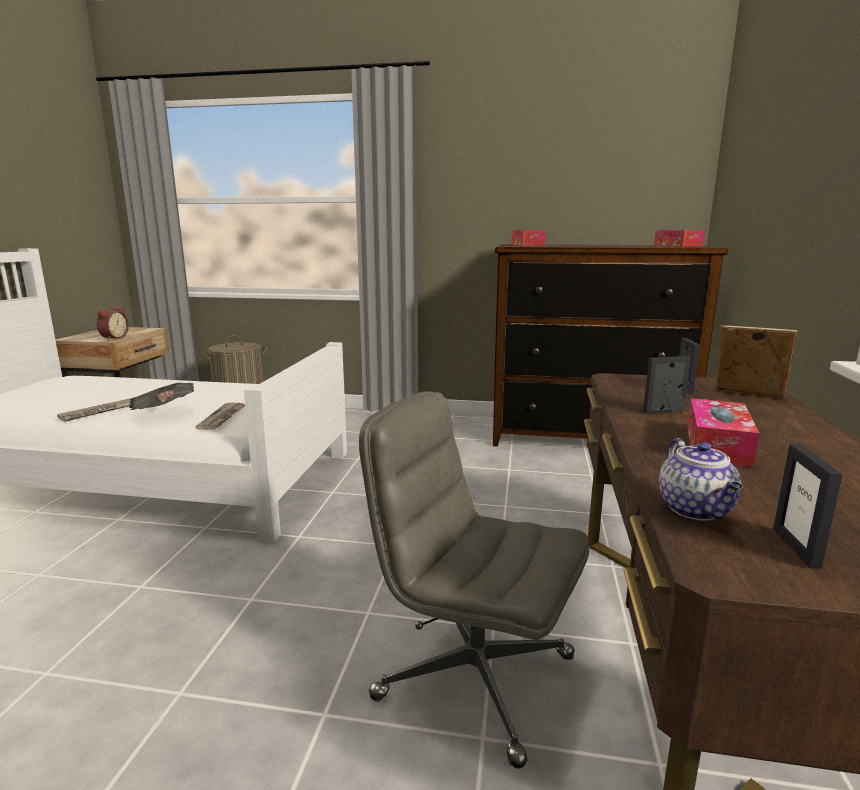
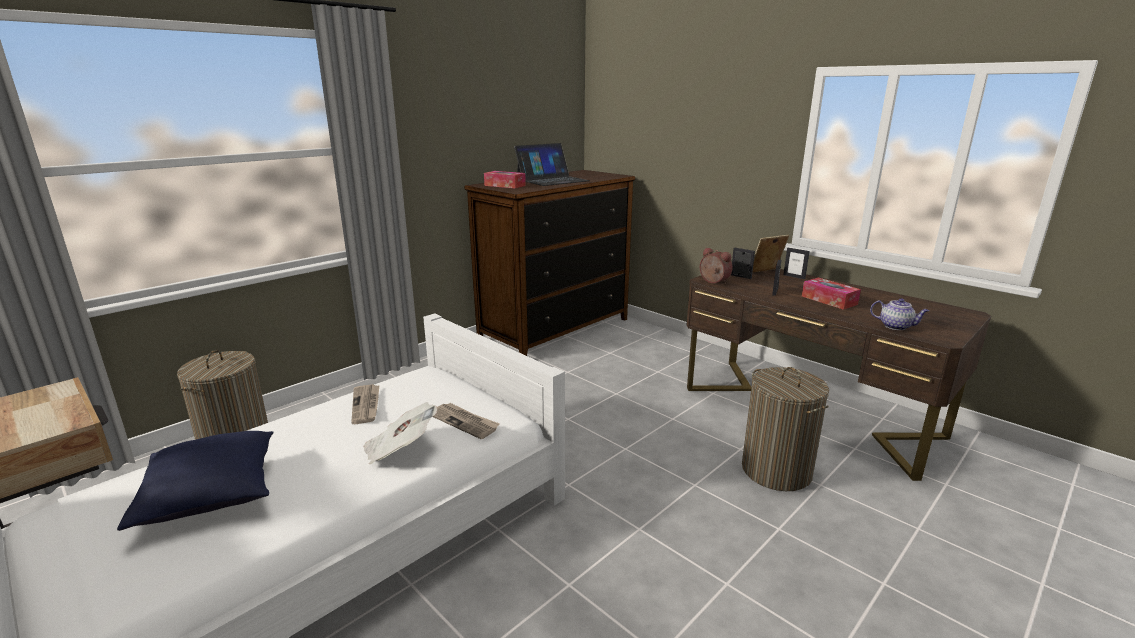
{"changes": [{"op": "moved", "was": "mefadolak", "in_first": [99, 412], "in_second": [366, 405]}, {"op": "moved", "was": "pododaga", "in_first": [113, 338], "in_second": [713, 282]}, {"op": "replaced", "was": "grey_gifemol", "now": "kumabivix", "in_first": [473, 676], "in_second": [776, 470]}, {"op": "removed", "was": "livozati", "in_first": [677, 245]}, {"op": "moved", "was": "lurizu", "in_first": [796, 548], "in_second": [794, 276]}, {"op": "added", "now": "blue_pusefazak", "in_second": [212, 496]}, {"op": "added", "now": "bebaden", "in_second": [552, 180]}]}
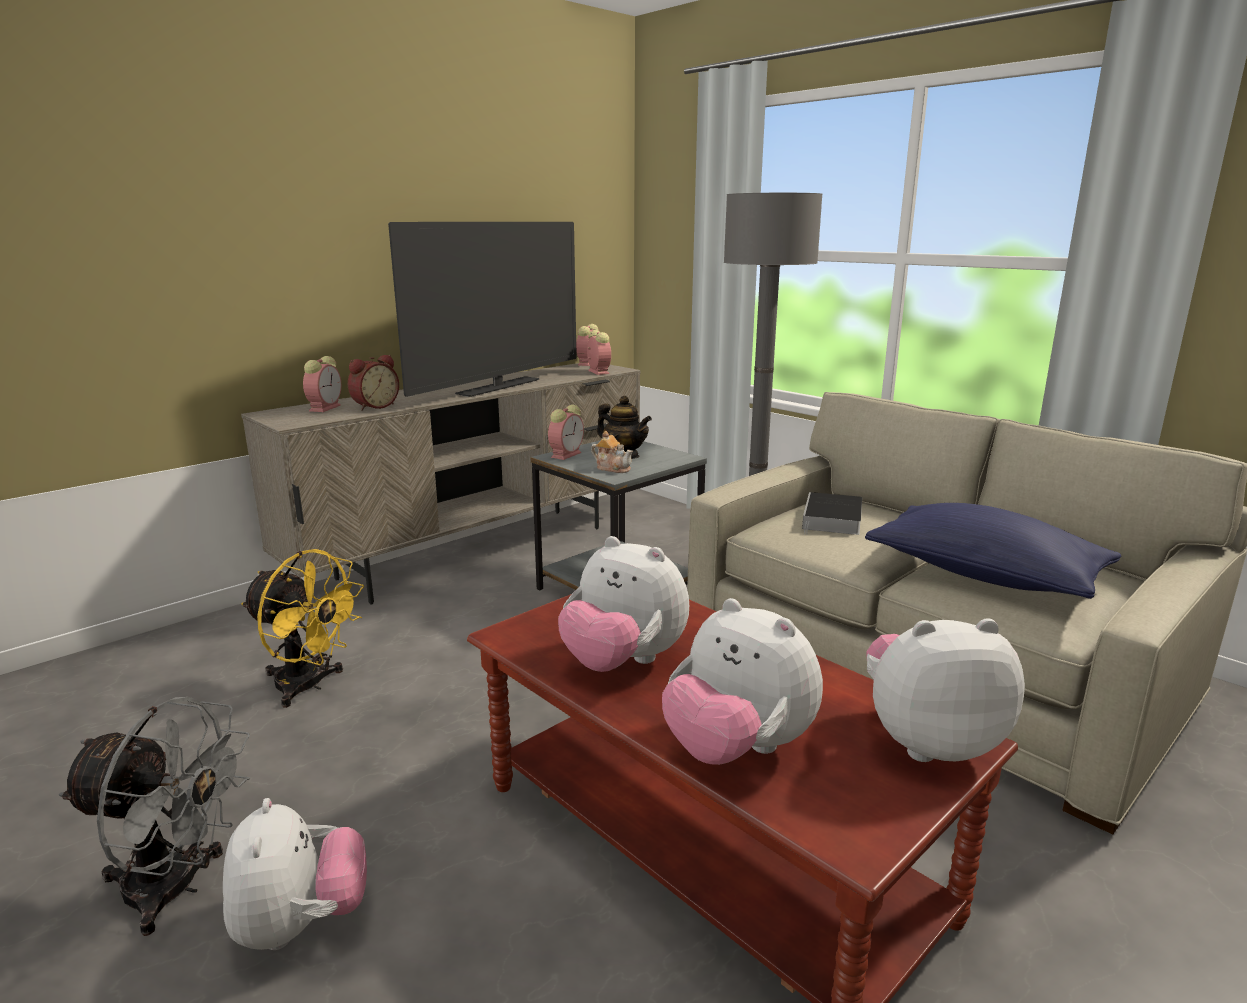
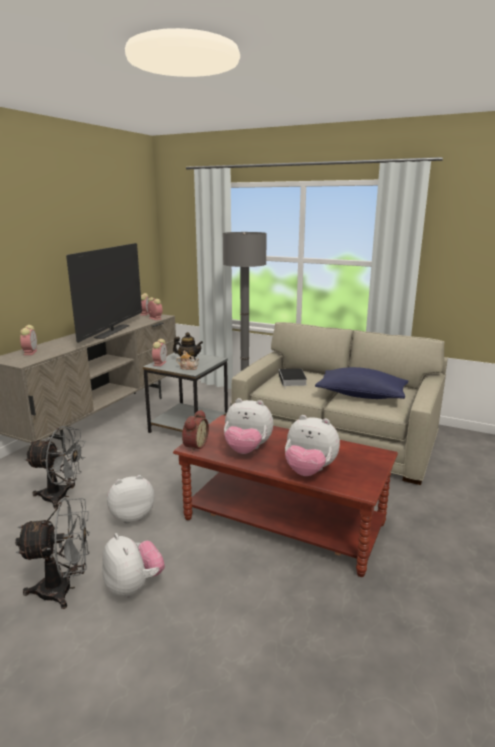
{"changes": [{"op": "recoloured", "was": "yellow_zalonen", "now": "grey_zalonen", "in_first": [309, 686], "in_second": [61, 496]}, {"op": "moved", "was": "pododaga", "in_first": [374, 406], "in_second": [194, 446]}, {"op": "moved", "was": "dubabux", "in_first": [928, 741], "in_second": [131, 516]}]}
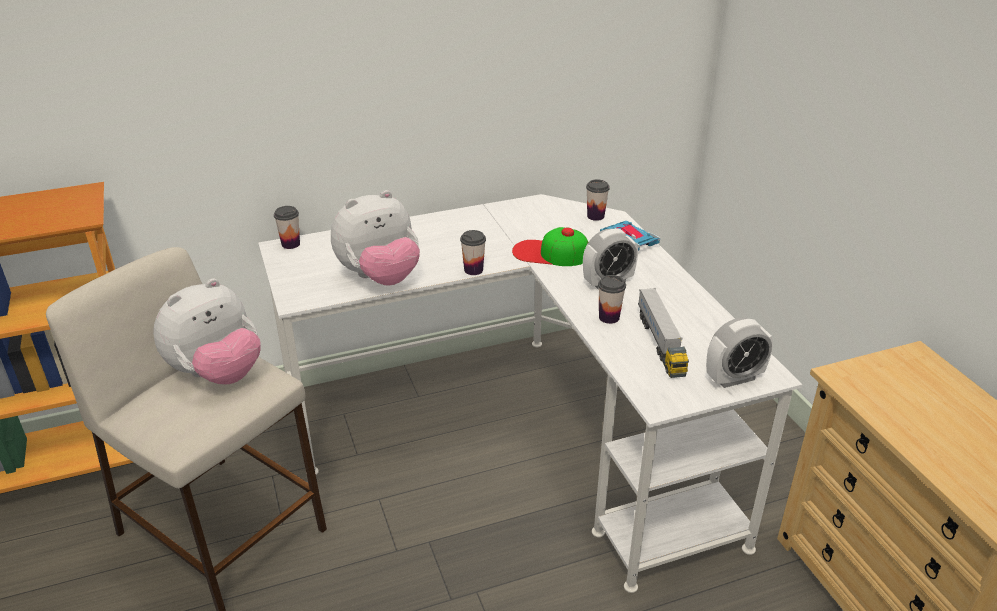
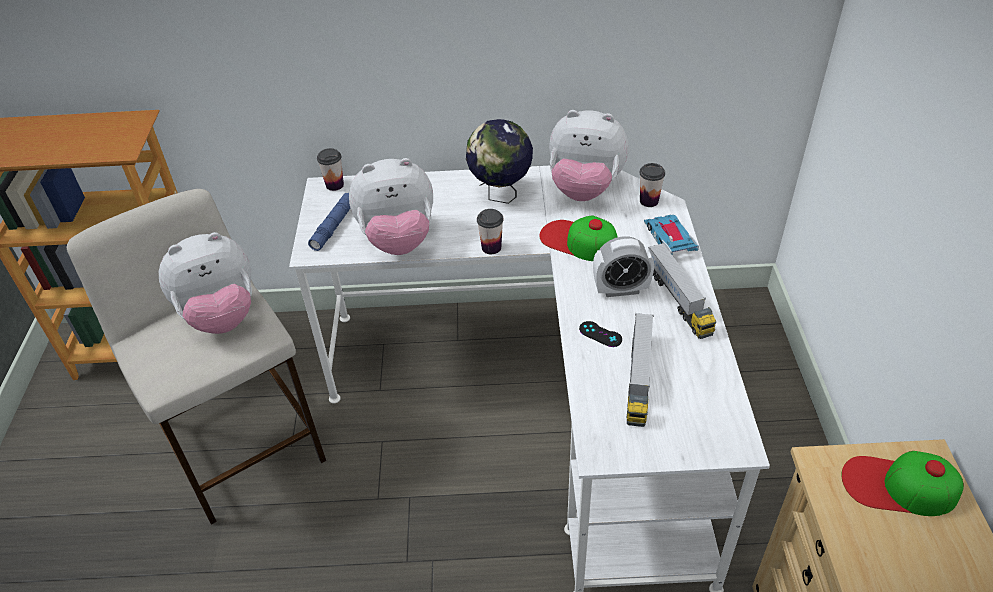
{"changes": [{"op": "replaced", "was": "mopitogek", "now": "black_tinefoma", "in_first": [609, 317], "in_second": [600, 334]}, {"op": "removed", "was": "pododaga", "in_first": [734, 378]}, {"op": "added", "now": "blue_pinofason", "in_second": [334, 226]}, {"op": "added", "now": "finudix", "in_second": [501, 195]}, {"op": "added", "now": "dubabux", "in_second": [584, 189]}, {"op": "added", "now": "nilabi", "in_second": [678, 300]}, {"op": "added", "now": "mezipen", "in_second": [898, 486]}]}
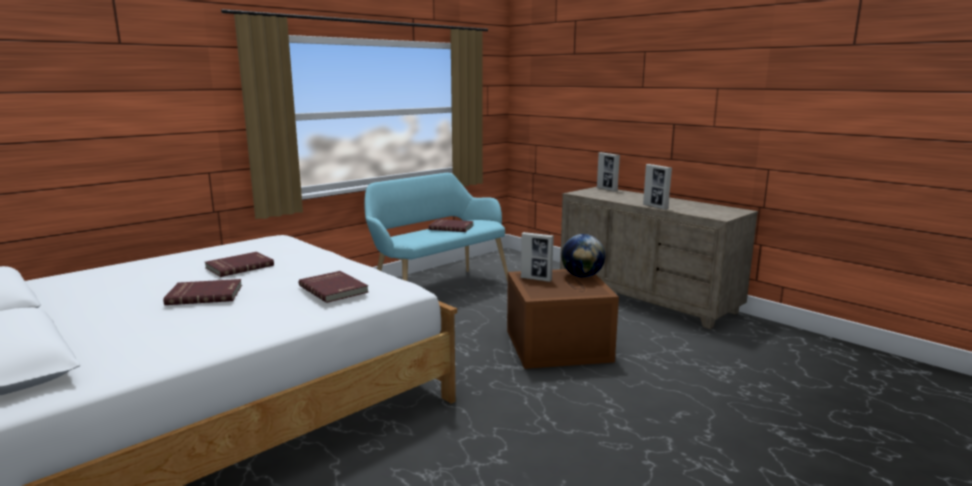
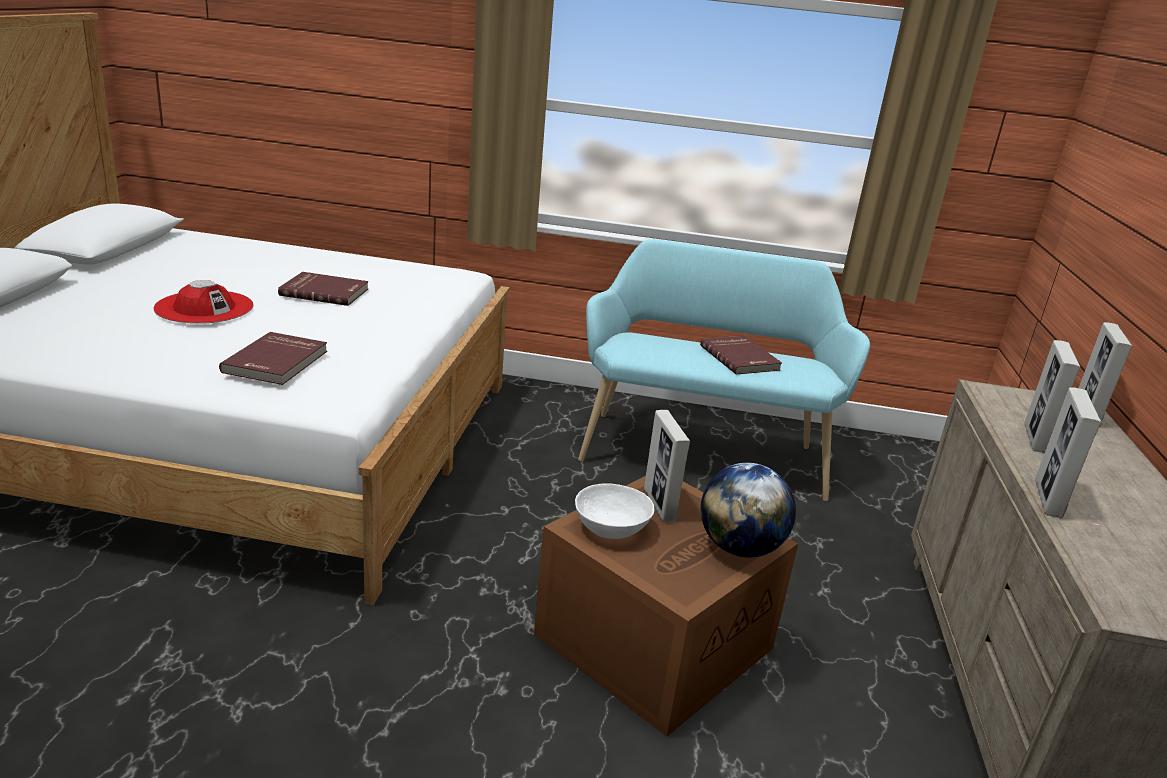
{"changes": [{"op": "replaced", "was": "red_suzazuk", "now": "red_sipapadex", "in_first": [205, 294], "in_second": [204, 307]}, {"op": "added", "now": "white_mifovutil", "in_second": [612, 528]}, {"op": "added", "now": "lurizu", "in_second": [1035, 438]}]}
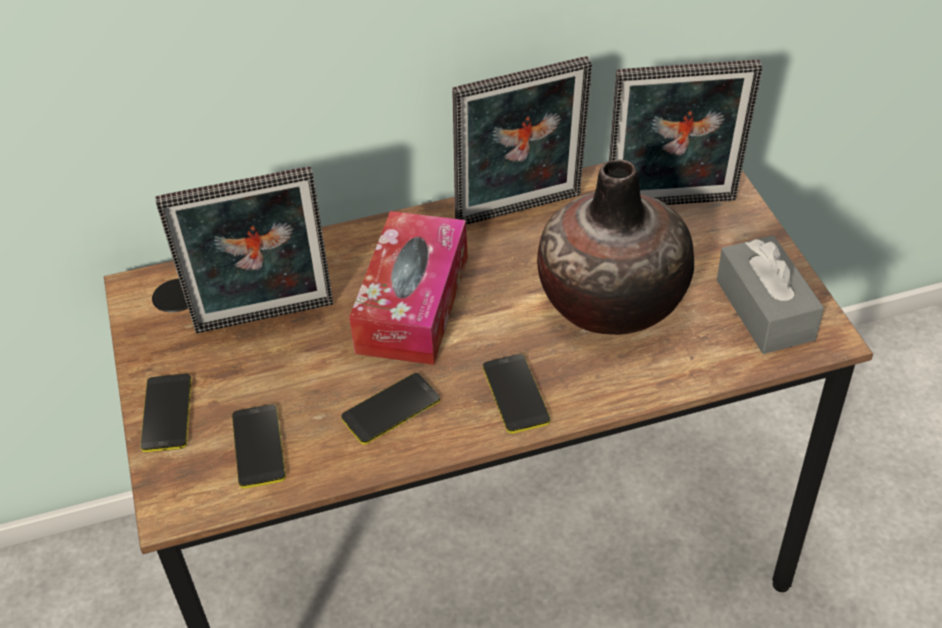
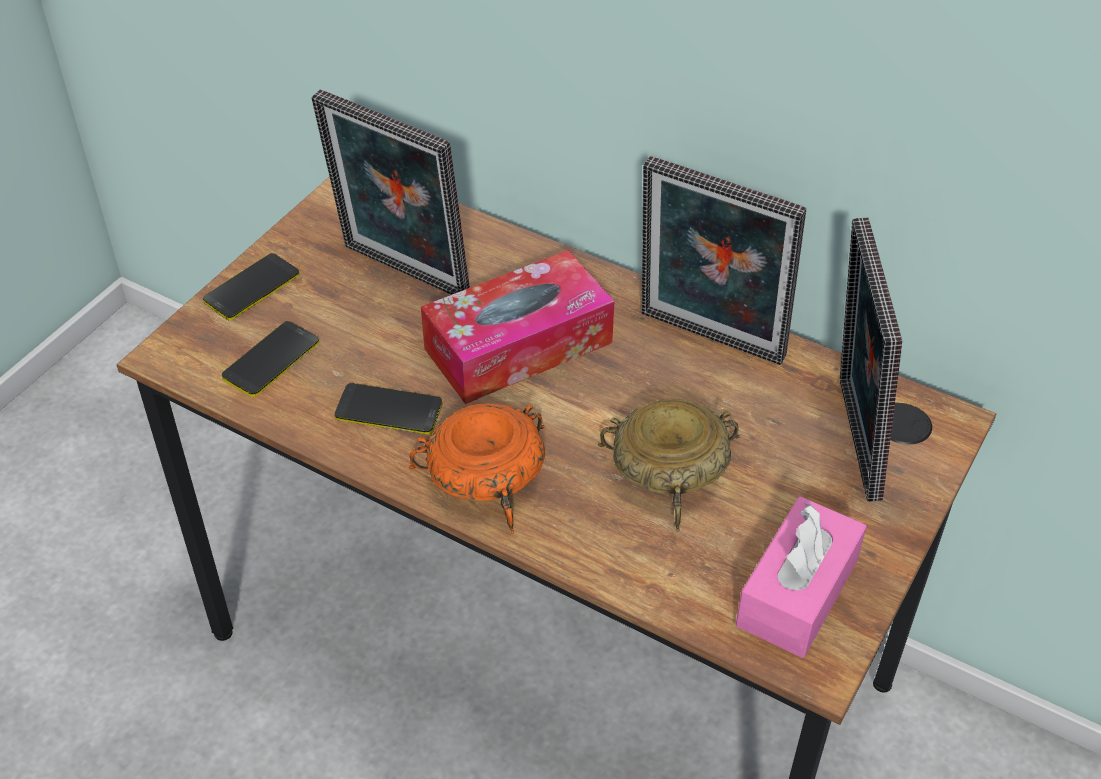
{"changes": [{"op": "replaced", "was": "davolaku", "now": "orange_mifovutil", "in_first": [516, 394], "in_second": [489, 477]}, {"op": "replaced", "was": "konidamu", "now": "beige_mifovutil", "in_first": [612, 302], "in_second": [672, 473]}, {"op": "turned", "was": "lurizu", "in_first": [672, 206], "in_second": [849, 438], "clockwise": 45}, {"op": "recoloured", "was": "grey_livozati", "now": "pink_livozati", "in_first": [765, 310], "in_second": [797, 593]}]}
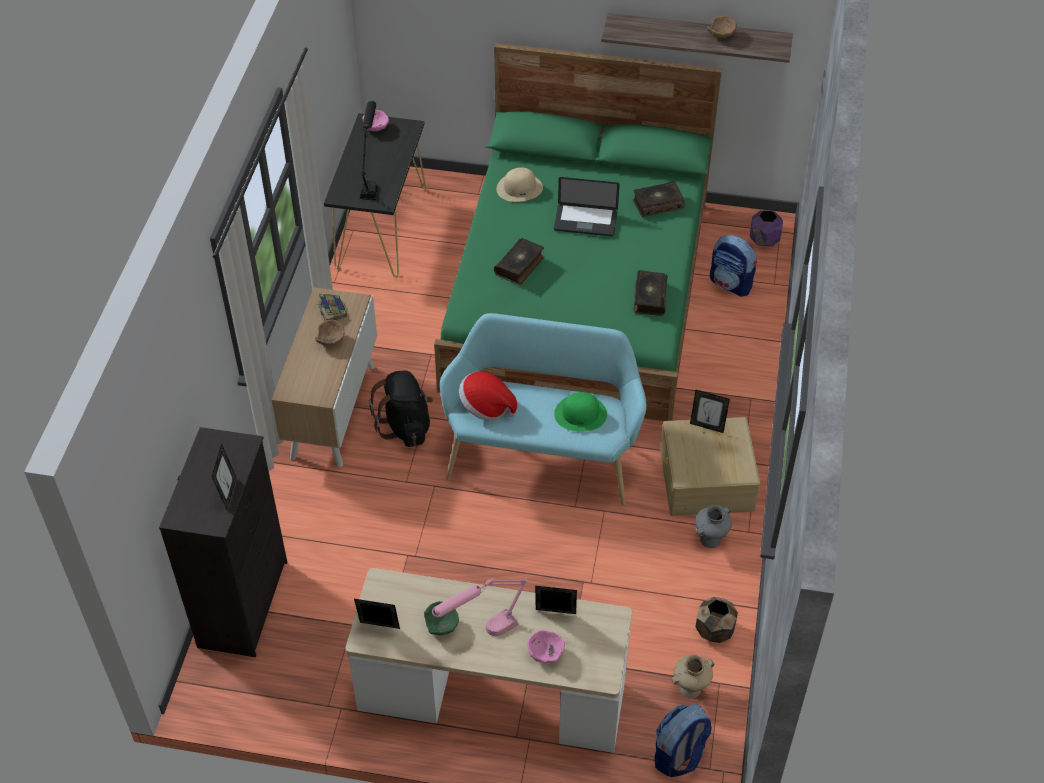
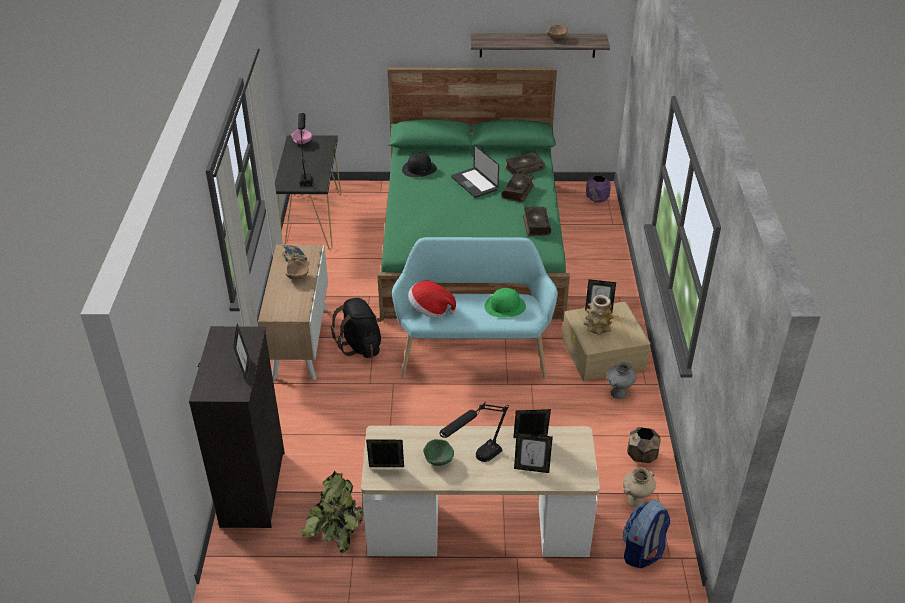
{"changes": [{"op": "recoloured", "was": "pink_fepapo", "now": "black_fepapo", "in_first": [482, 634], "in_second": [475, 462]}, {"op": "moved", "was": "suzazuk", "in_first": [520, 266], "in_second": [518, 191]}, {"op": "recoloured", "was": "beige_sipapadex", "now": "black_sipapadex", "in_first": [519, 188], "in_second": [419, 169]}, {"op": "replaced", "was": "pink_mifovutil", "now": "lurizu", "in_first": [546, 653], "in_second": [531, 468]}, {"op": "turned", "was": "bebaden", "in_first": [585, 221], "in_second": [474, 183], "clockwise": 60}, {"op": "removed", "was": "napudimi", "in_first": [731, 284]}, {"op": "added", "now": "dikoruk", "in_second": [336, 527]}, {"op": "added", "now": "konidamu", "in_second": [597, 328]}]}
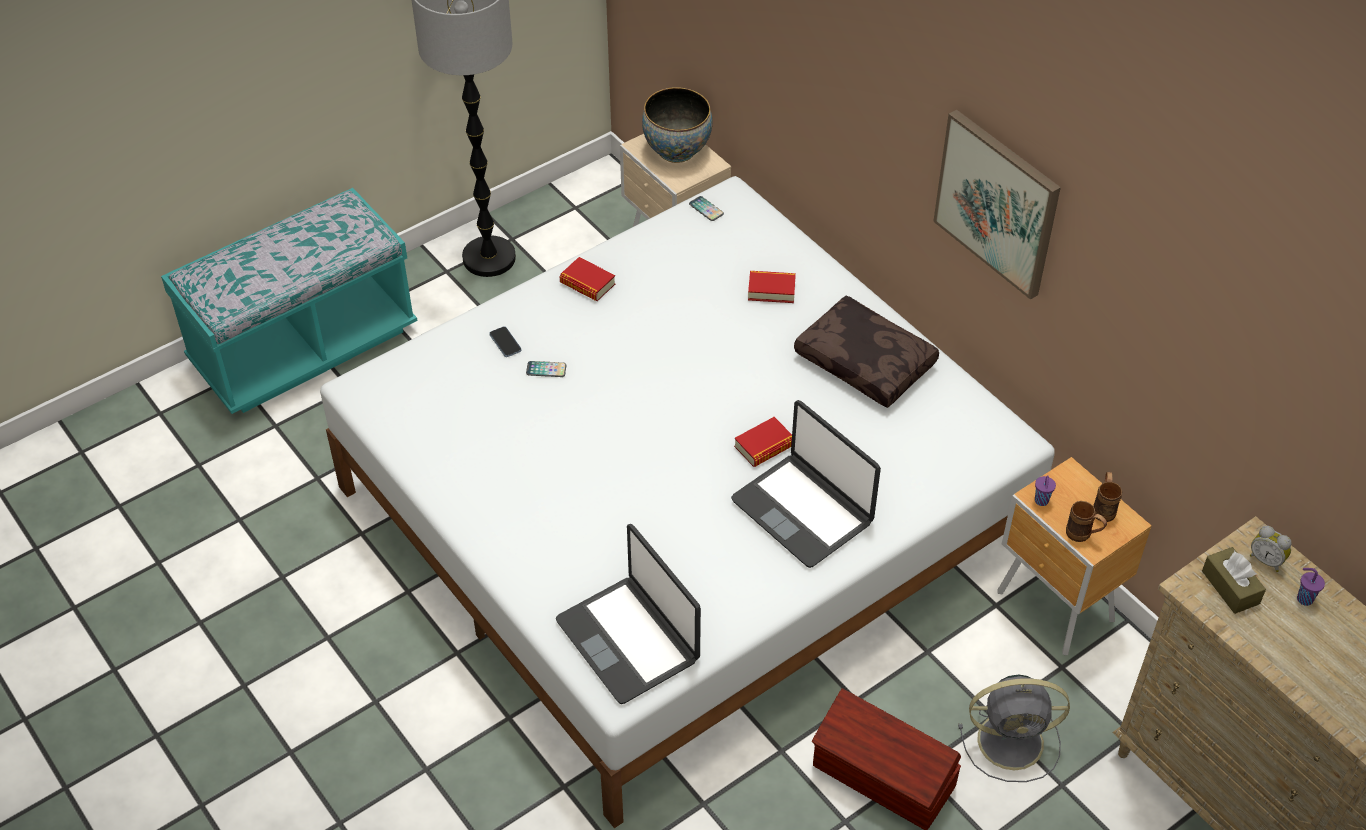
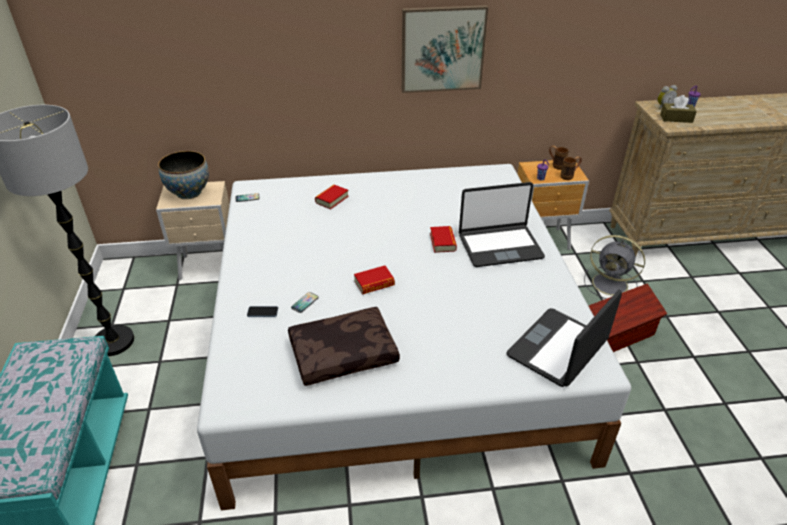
{"changes": [{"op": "turned", "was": "bebaden", "in_first": [629, 640], "in_second": [558, 349], "clockwise": 135}, {"op": "moved", "was": "suzazuk", "in_first": [587, 283], "in_second": [374, 283]}, {"op": "moved", "was": "brown_pusefazak", "in_first": [867, 361], "in_second": [343, 352]}, {"op": "turned", "was": "grey_zalonen", "in_first": [1013, 741], "in_second": [611, 284], "clockwise": 90}]}
